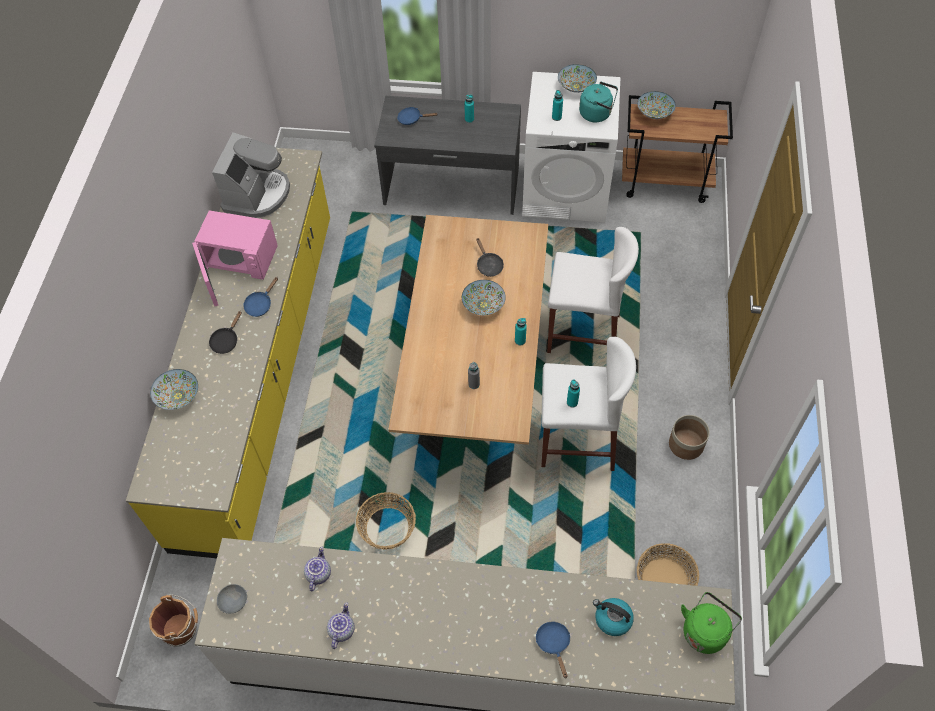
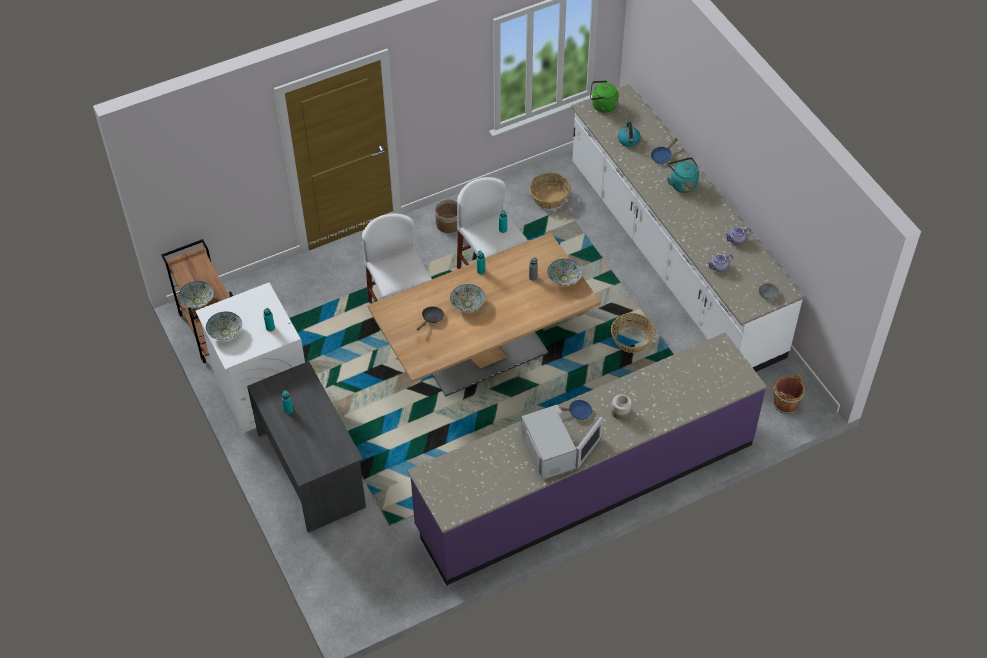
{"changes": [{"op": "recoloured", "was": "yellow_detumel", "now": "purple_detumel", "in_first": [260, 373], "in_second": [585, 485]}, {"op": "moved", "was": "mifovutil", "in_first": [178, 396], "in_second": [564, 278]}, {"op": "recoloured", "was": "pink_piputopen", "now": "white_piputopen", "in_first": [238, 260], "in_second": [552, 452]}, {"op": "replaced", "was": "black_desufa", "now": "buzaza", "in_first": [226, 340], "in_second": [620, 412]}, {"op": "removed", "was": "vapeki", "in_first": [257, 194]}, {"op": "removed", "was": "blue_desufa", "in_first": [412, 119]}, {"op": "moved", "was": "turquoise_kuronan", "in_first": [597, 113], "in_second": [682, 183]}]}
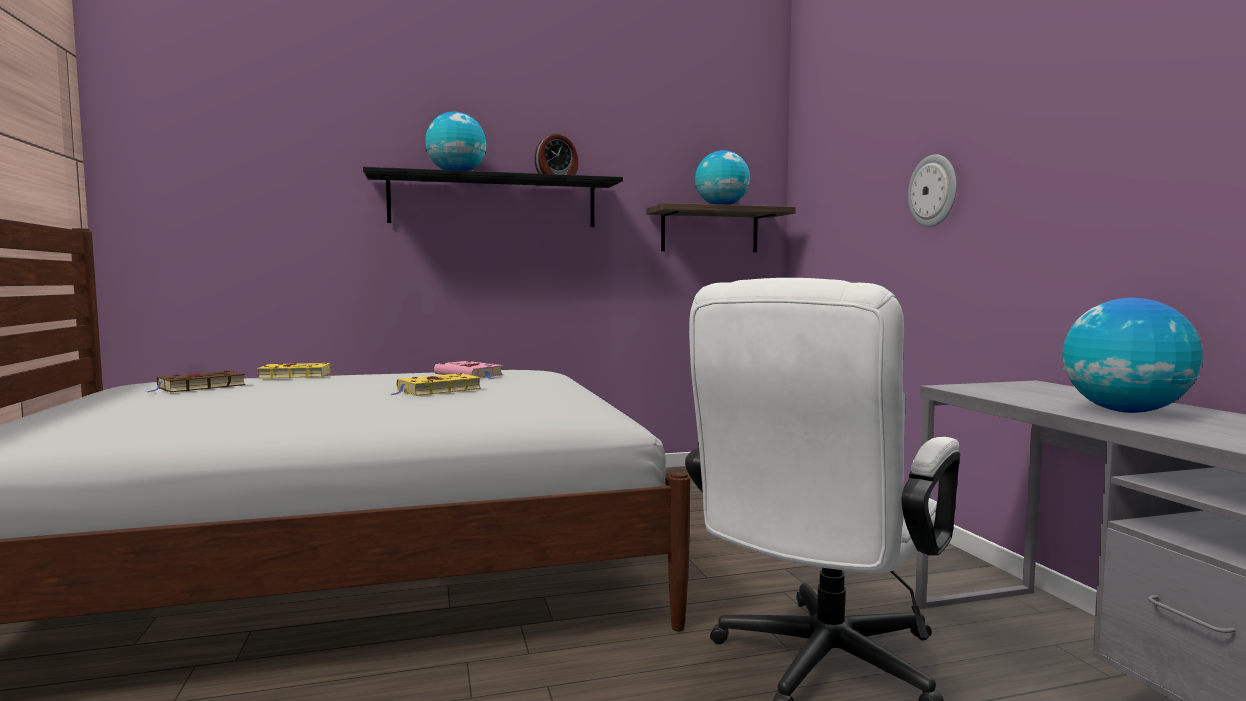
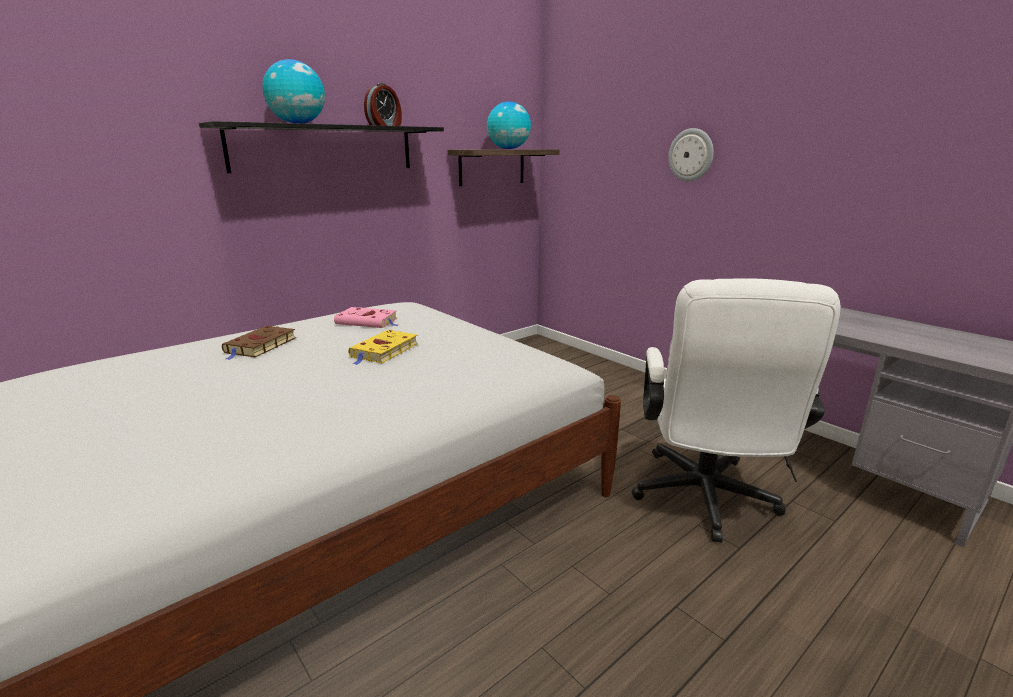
{"changes": [{"op": "moved", "was": "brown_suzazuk", "in_first": [199, 387], "in_second": [260, 346]}, {"op": "removed", "was": "yellow_suzazuk", "in_first": [292, 376]}, {"op": "removed", "was": "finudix", "in_first": [1125, 411]}]}
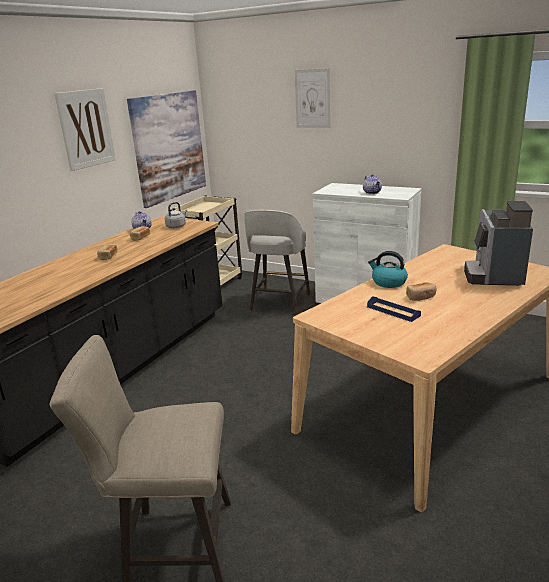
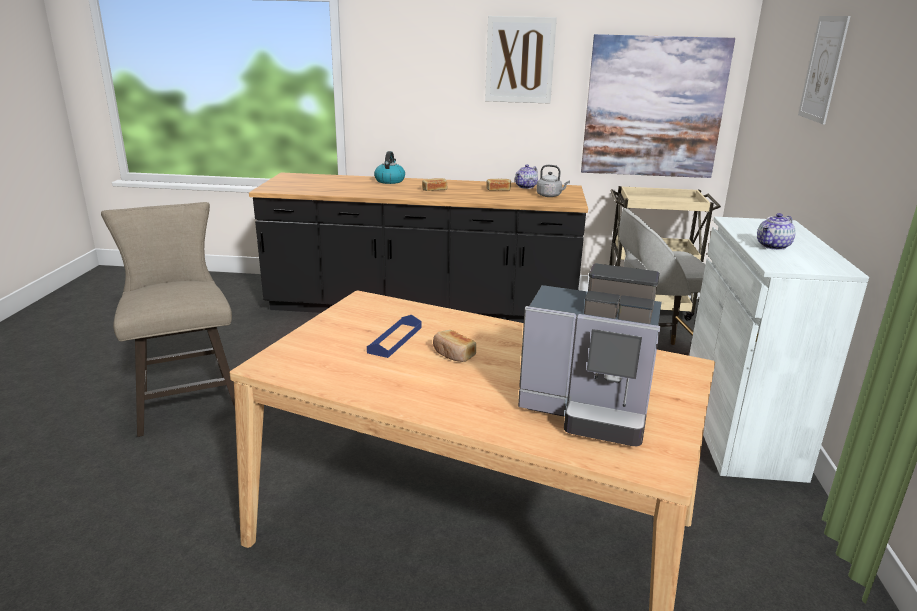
{"changes": [{"op": "moved", "was": "kuronan", "in_first": [388, 282], "in_second": [389, 180]}, {"op": "turned", "was": "vapeki", "in_first": [494, 275], "in_second": [588, 410], "clockwise": -150}]}
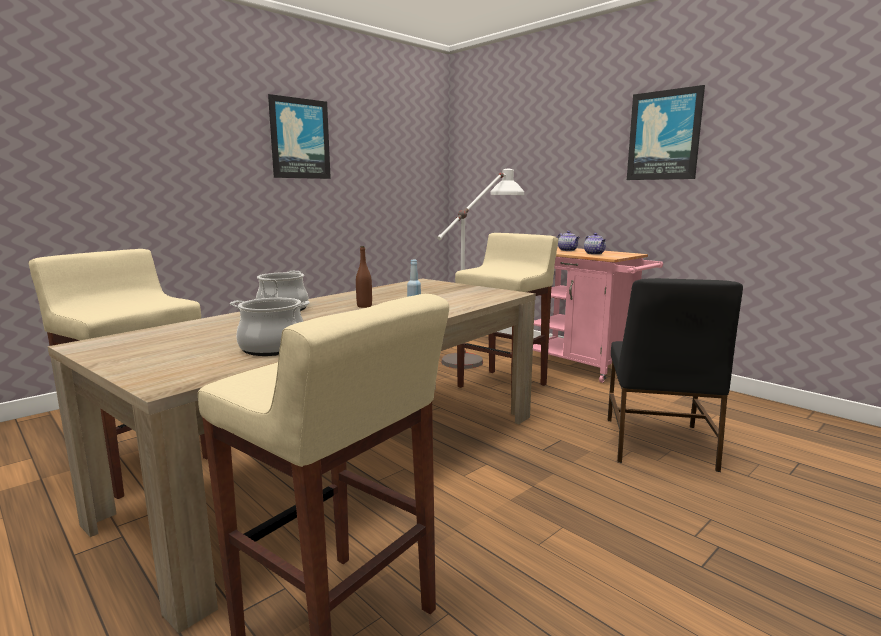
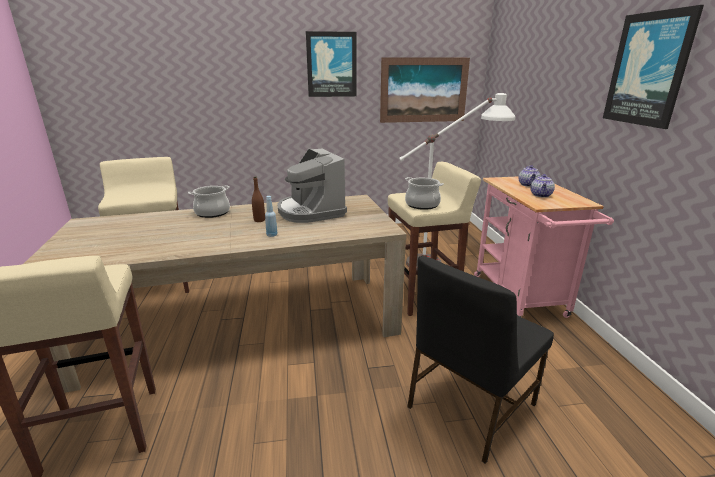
{"changes": [{"op": "moved", "was": "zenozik", "in_first": [273, 348], "in_second": [422, 205]}, {"op": "added", "now": "vapeki", "in_second": [310, 211]}, {"op": "added", "now": "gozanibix", "in_second": [424, 90]}]}
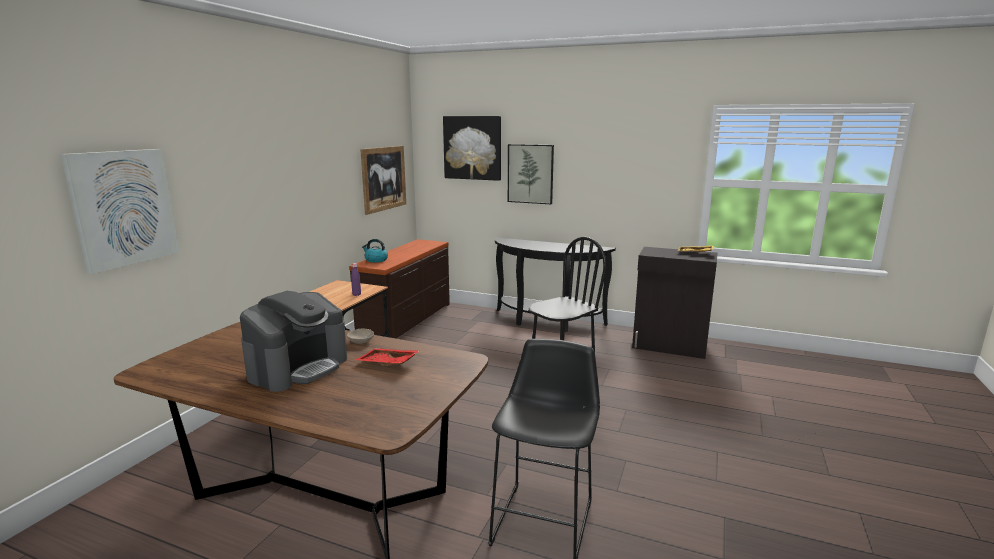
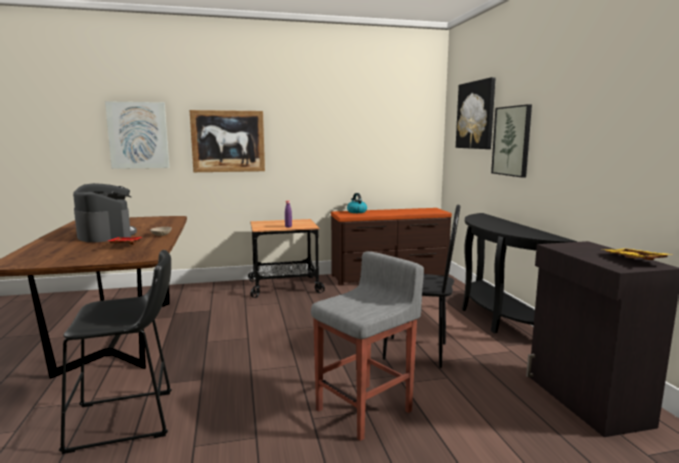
{"changes": [{"op": "turned", "was": "vapeki", "in_first": [298, 367], "in_second": [106, 235], "clockwise": -120}, {"op": "moved", "was": "gozanibix", "in_first": [384, 178], "in_second": [228, 141]}, {"op": "added", "now": "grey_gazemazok", "in_second": [365, 410]}]}
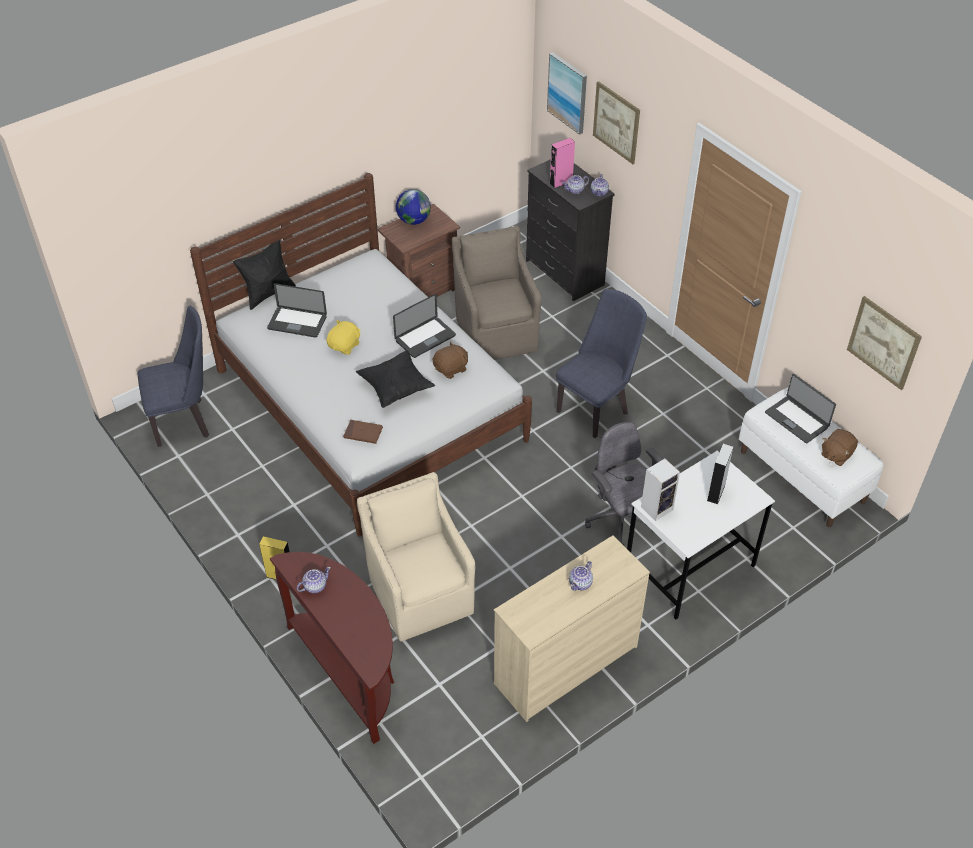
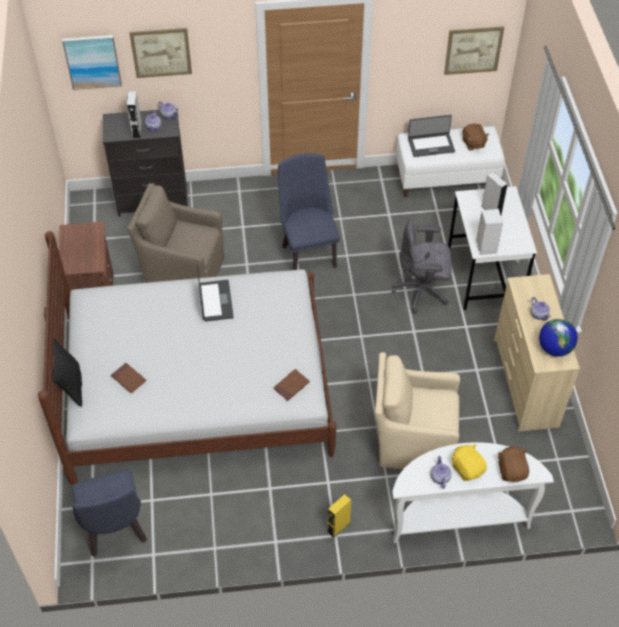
{"changes": [{"op": "turned", "was": "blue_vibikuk", "in_first": [186, 421], "in_second": [115, 532], "clockwise": 150}, {"op": "replaced", "was": "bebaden", "now": "brown_suzazuk", "in_first": [297, 323], "in_second": [128, 379]}, {"op": "recoloured", "was": "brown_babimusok", "now": "white_babimusok", "in_first": [350, 671], "in_second": [458, 517]}, {"op": "moved", "was": "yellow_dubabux", "in_first": [345, 346], "in_second": [467, 468]}, {"op": "removed", "was": "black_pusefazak", "in_first": [396, 388]}, {"op": "moved", "was": "finudix", "in_first": [414, 220], "in_second": [554, 348]}, {"op": "moved", "was": "brown_dubabux", "in_first": [451, 369], "in_second": [512, 470]}, {"op": "recoloured", "was": "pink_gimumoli", "now": "grey_gimumoli", "in_first": [561, 182], "in_second": [137, 130]}]}
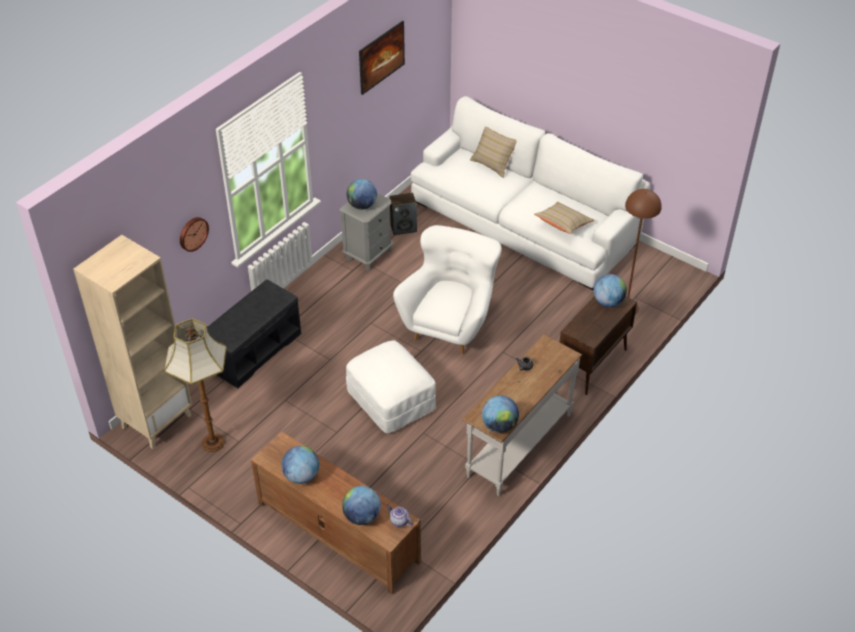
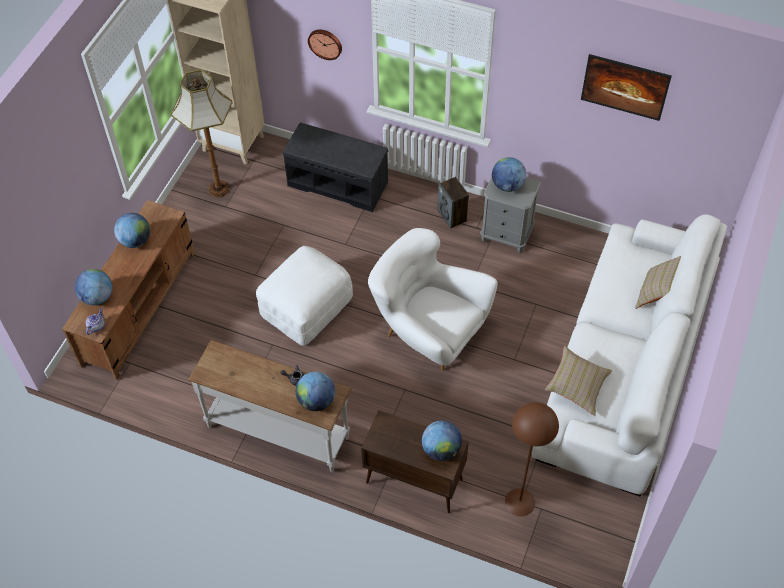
{"changes": [{"op": "moved", "was": "gimumoli", "in_first": [403, 228], "in_second": [452, 216]}, {"op": "turned", "was": "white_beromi", "in_first": [450, 324], "in_second": [428, 332], "clockwise": -150}, {"op": "moved", "was": "finudix", "in_first": [499, 425], "in_second": [316, 401]}]}
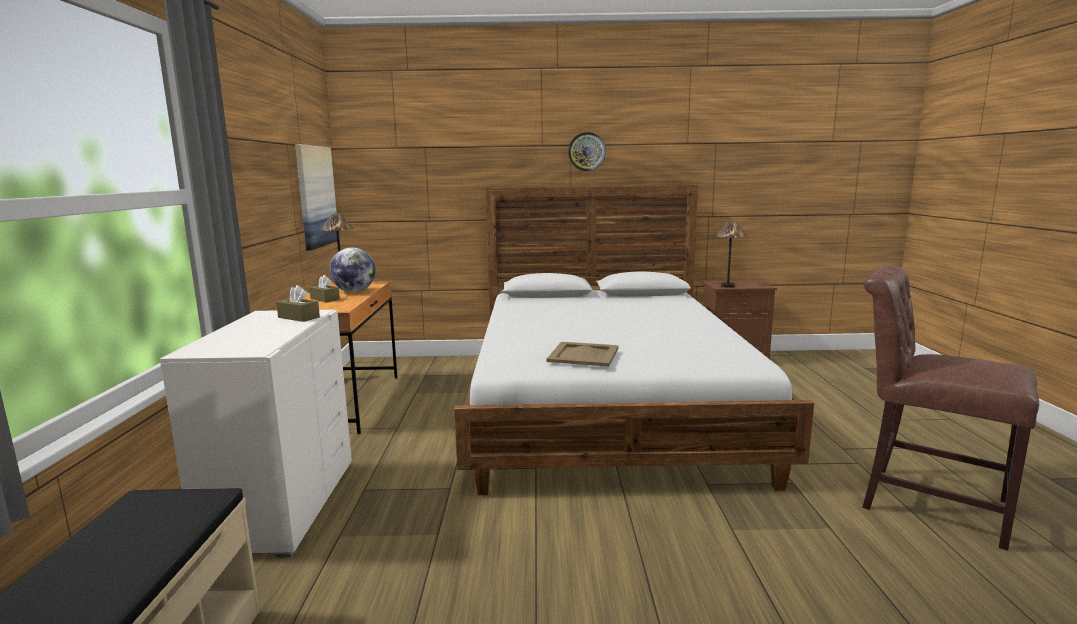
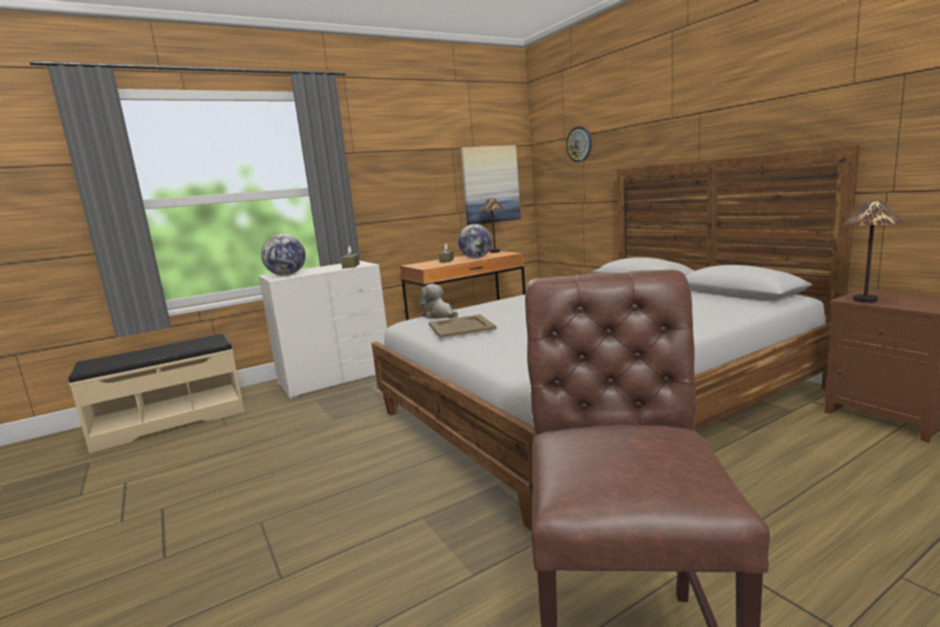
{"changes": [{"op": "moved", "was": "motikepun", "in_first": [586, 151], "in_second": [579, 144]}, {"op": "added", "now": "finudix", "in_second": [287, 275]}, {"op": "added", "now": "dubabux", "in_second": [439, 316]}]}
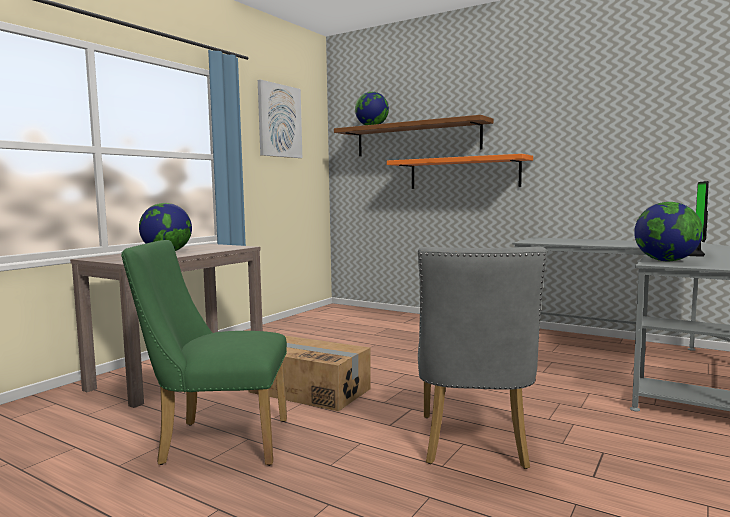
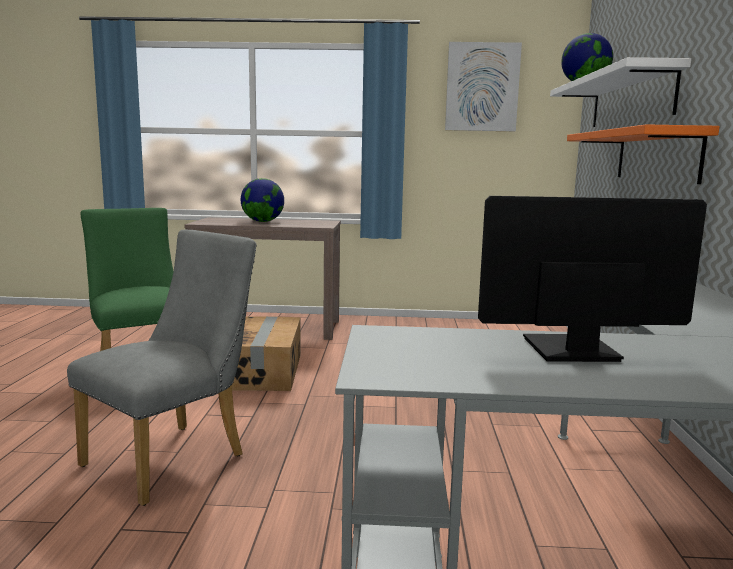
{"changes": [{"op": "recoloured", "was": "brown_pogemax", "now": "white_pogemax", "in_first": [416, 139], "in_second": [630, 100]}, {"op": "turned", "was": "grey_vibikuk", "in_first": [473, 445], "in_second": [175, 457], "clockwise": 150}, {"op": "removed", "was": "finudix", "in_first": [666, 261]}]}
